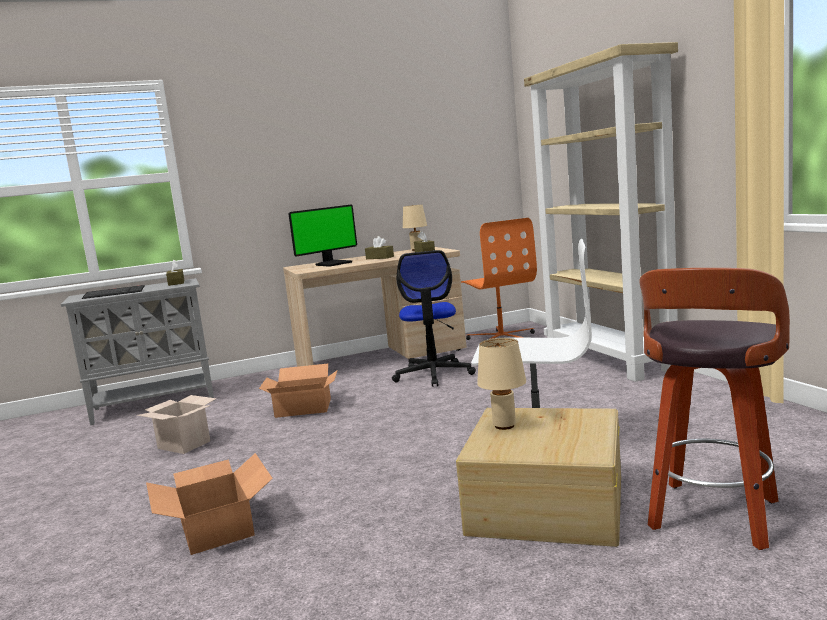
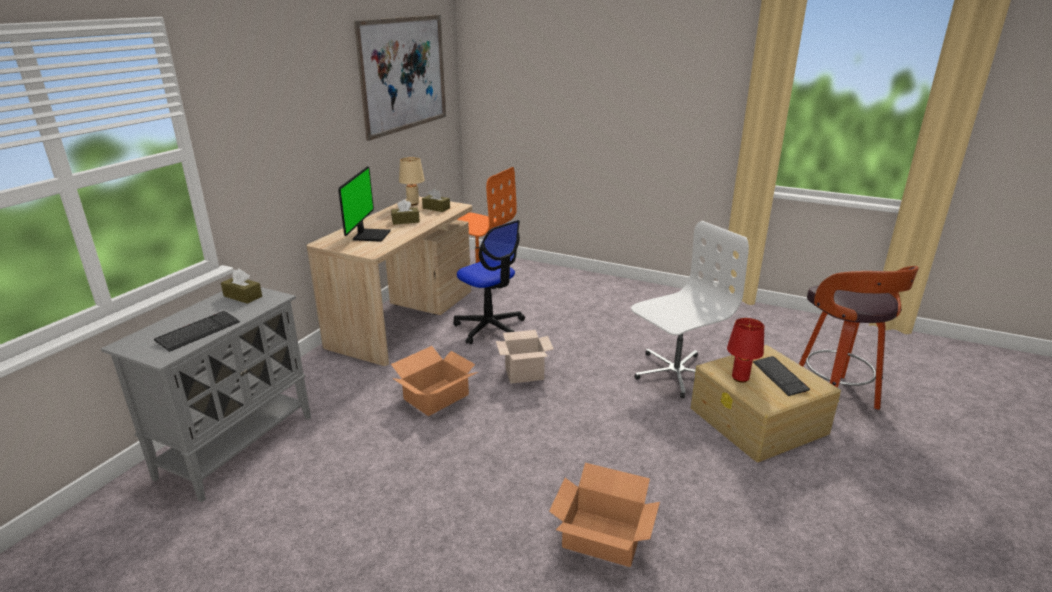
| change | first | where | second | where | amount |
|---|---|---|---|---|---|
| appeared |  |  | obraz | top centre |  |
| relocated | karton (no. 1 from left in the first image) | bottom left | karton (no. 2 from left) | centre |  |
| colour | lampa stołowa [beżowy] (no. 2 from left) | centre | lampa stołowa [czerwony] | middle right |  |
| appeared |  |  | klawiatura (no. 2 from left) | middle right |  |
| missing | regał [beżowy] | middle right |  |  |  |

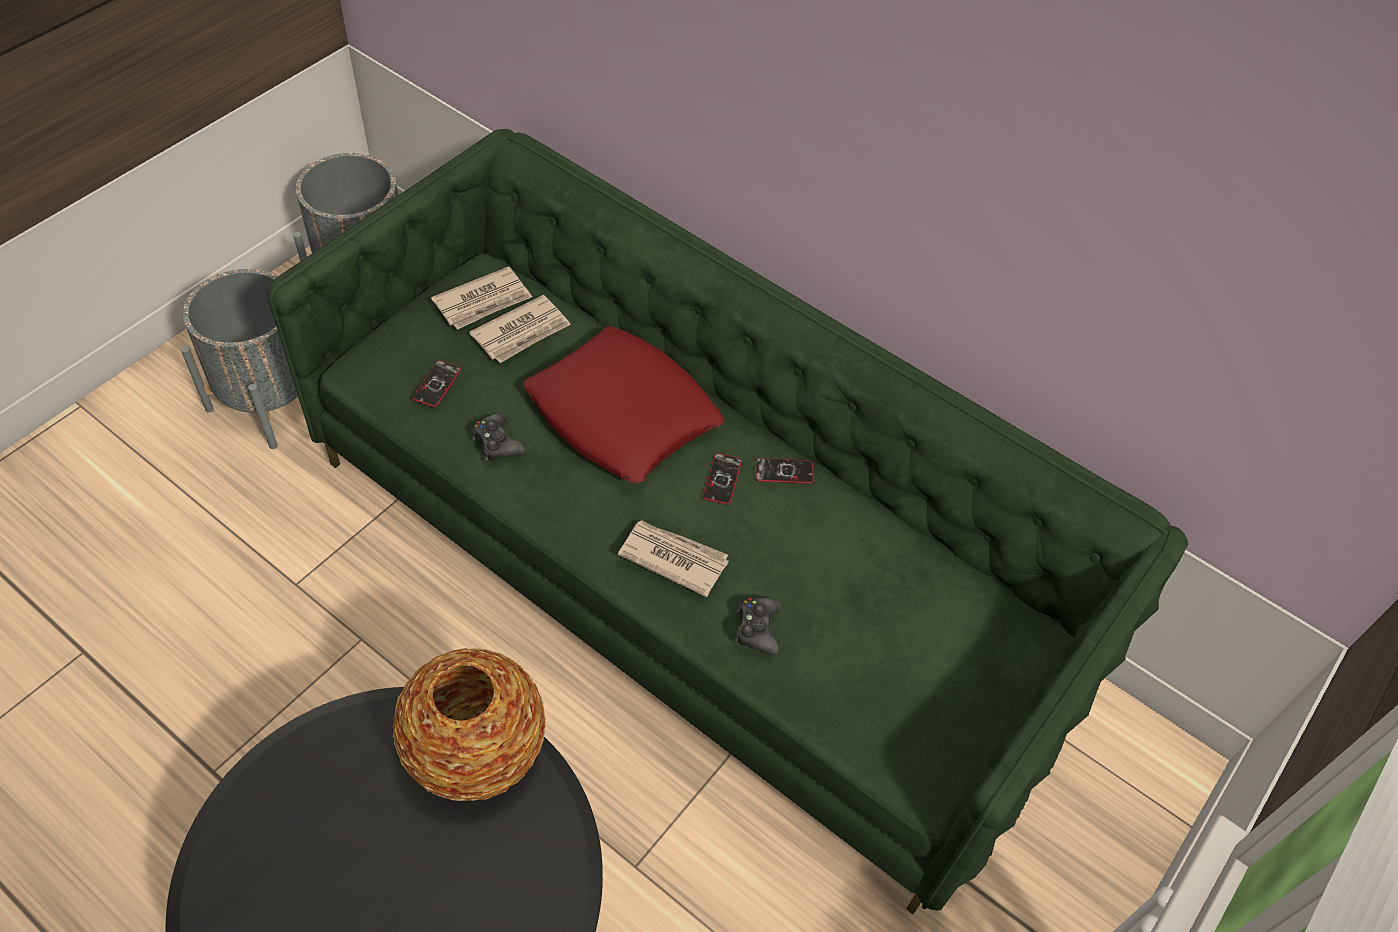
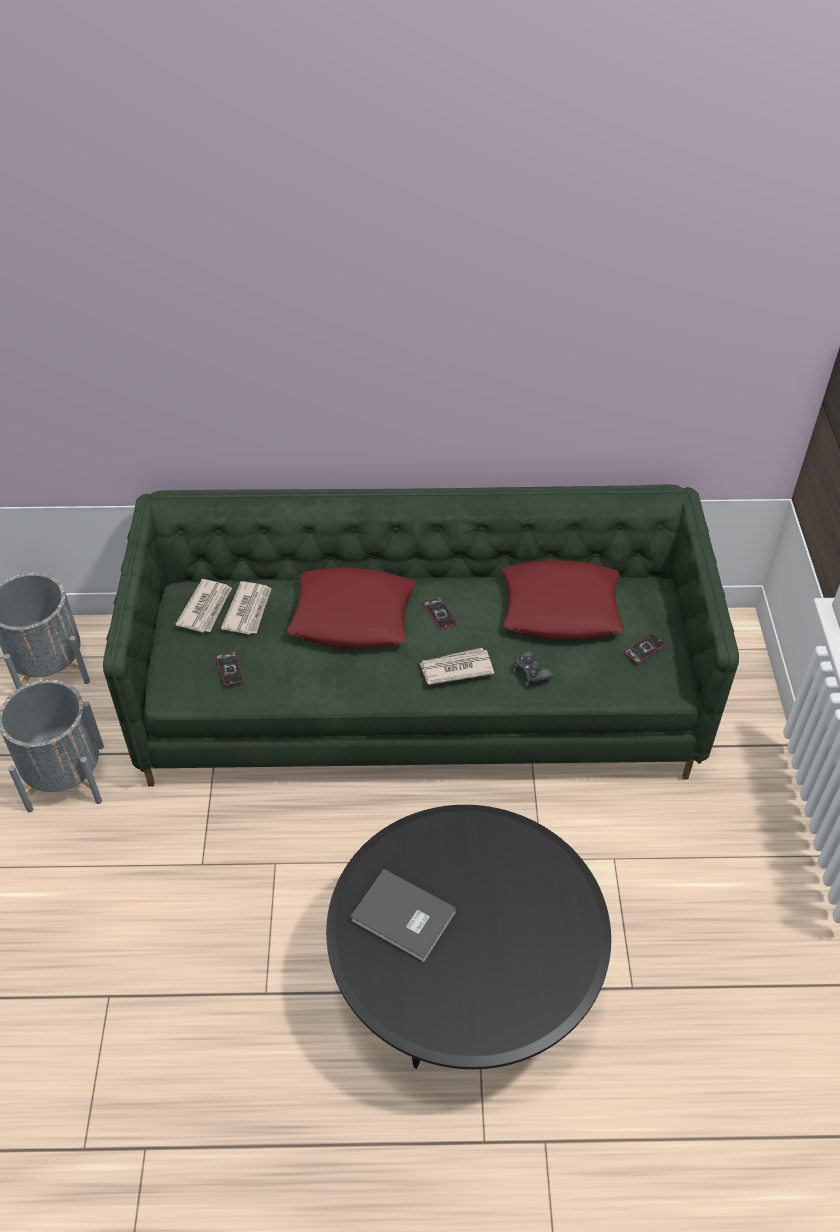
| change | first | where | second | where | amount |
|---|---|---|---|---|---|
| appeared |  |  | książka [szary] | bottom centre |  |
| appeared |  |  | poduszka [czerwony] (no. 2 from left) | middle right |  |
| relocated | telefon (no. 3 from left) | centre |  | middle right |  |
| missing | wazon | bottom centre |  |  |  |
| missing | pad do gier [czarny] (no. 1 from left) | centre |  |  |  |

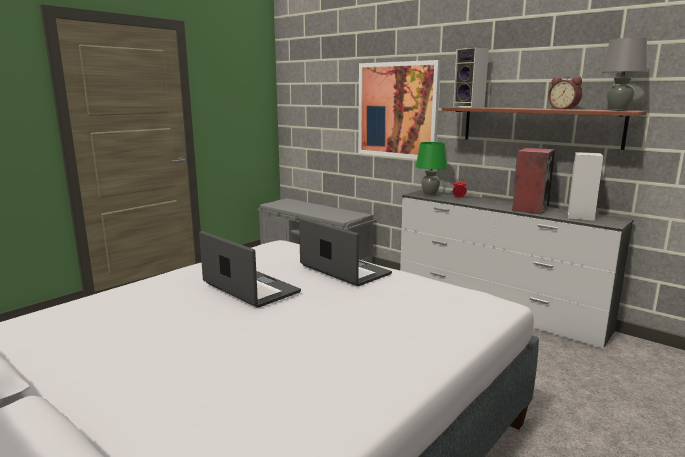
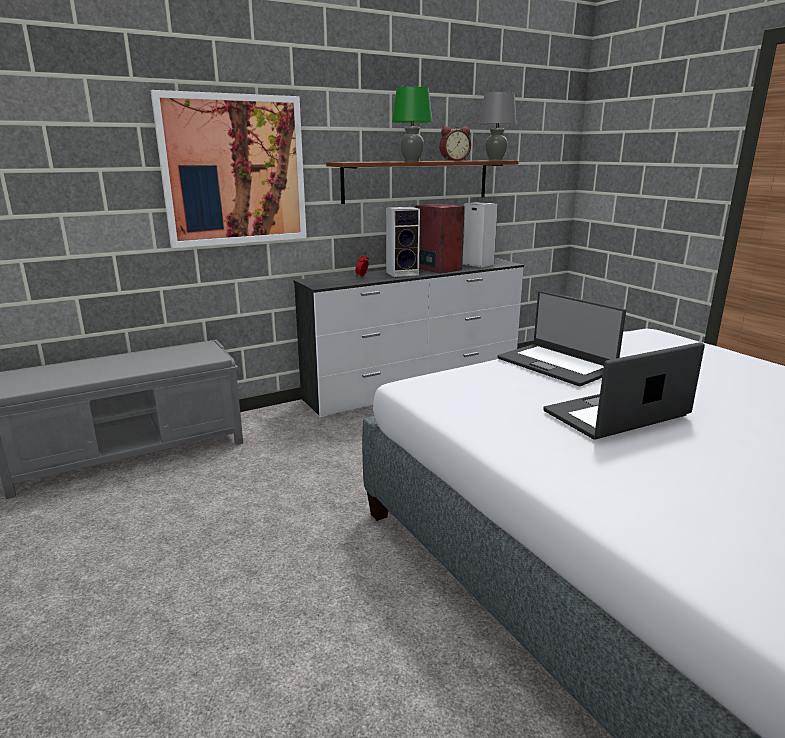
| change | first | where | second | where | amount |
|---|---|---|---|---|---|
| relocated | głośnik (no. 1 from left) | top right |  | top centre |  |
| relocated | lampa stołowa [zielony] | centre |  | top centre |  |
| spun | laptop (no. 2 from left in the first image) | centre | laptop (no. 1 from left) | middle right | 105 degrees counterclockwise |

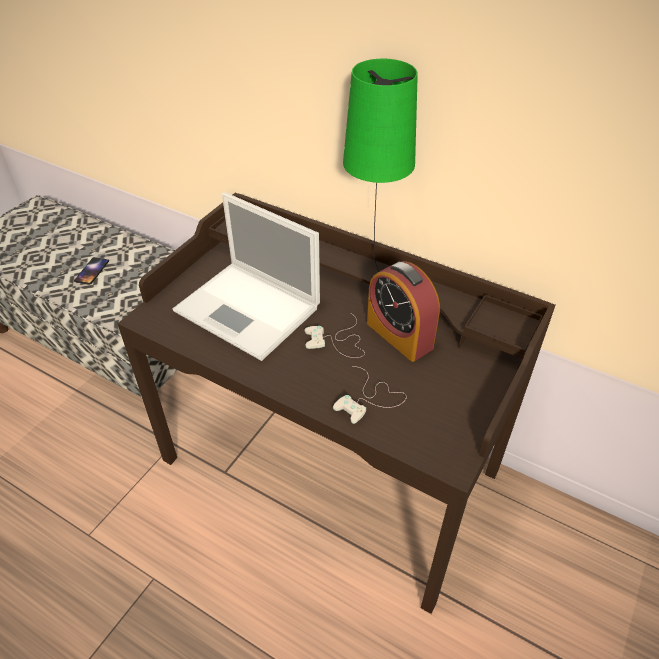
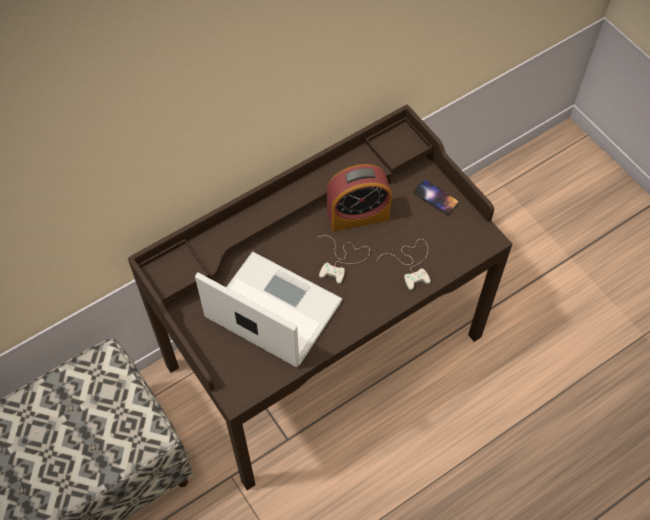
| change | first | where | second | where | amount |
|---|---|---|---|---|---|
| spun | laptop | centre |  | centre | 120 degrees counterclockwise |
| relocated | telefon | middle left |  | middle right |  |
| missing | lampa stołowa [zielony] | top centre |  |  |  |

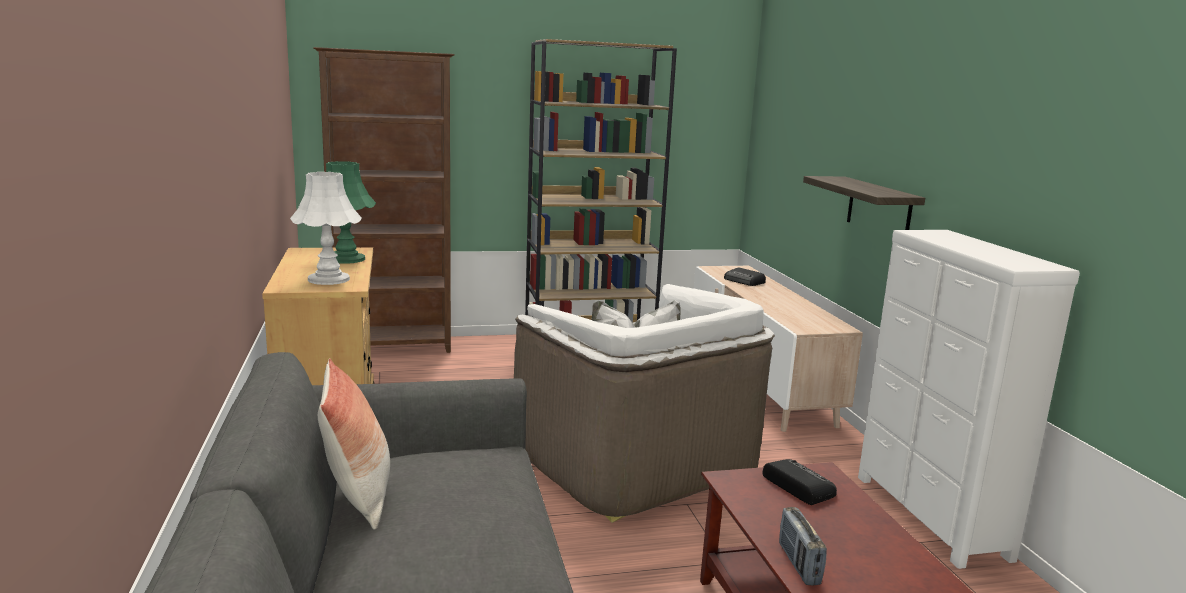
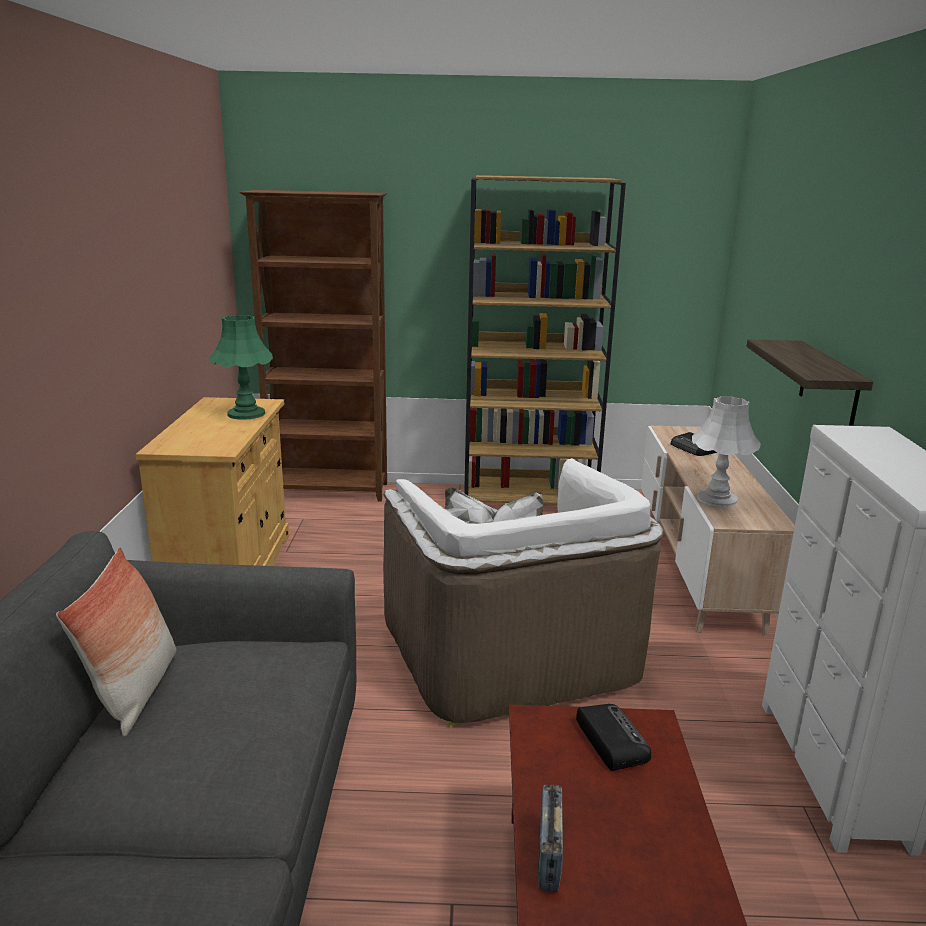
| change | first | where | second | where | amount |
|---|---|---|---|---|---|
| relocated | lampa stołowa [biały] | middle left |  | middle right |  |

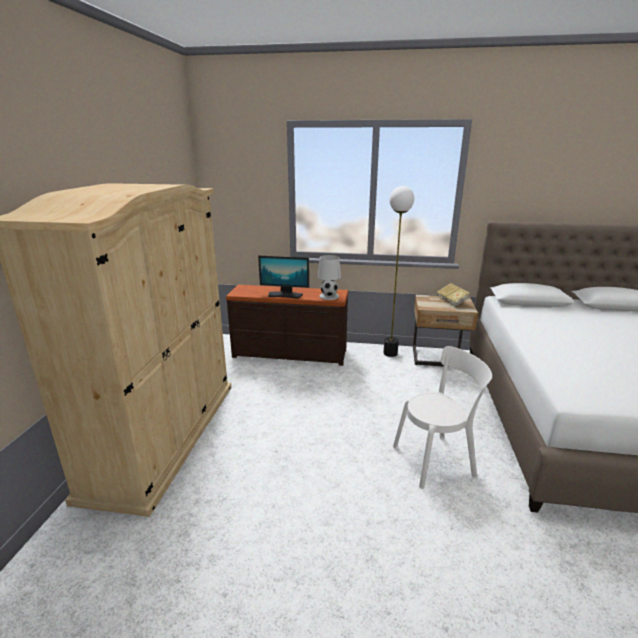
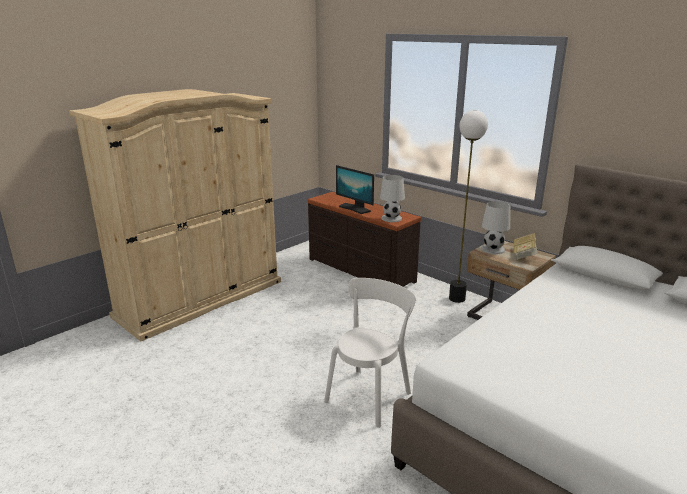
| change | first | where | second | where | amount |
|---|---|---|---|---|---|
| spun | krzesło [biały] | middle right |  | bottom centre | 75 degrees counterclockwise |
| appeared |  |  | lampa stołowa [biały] (no. 2 from left) | middle right |  |

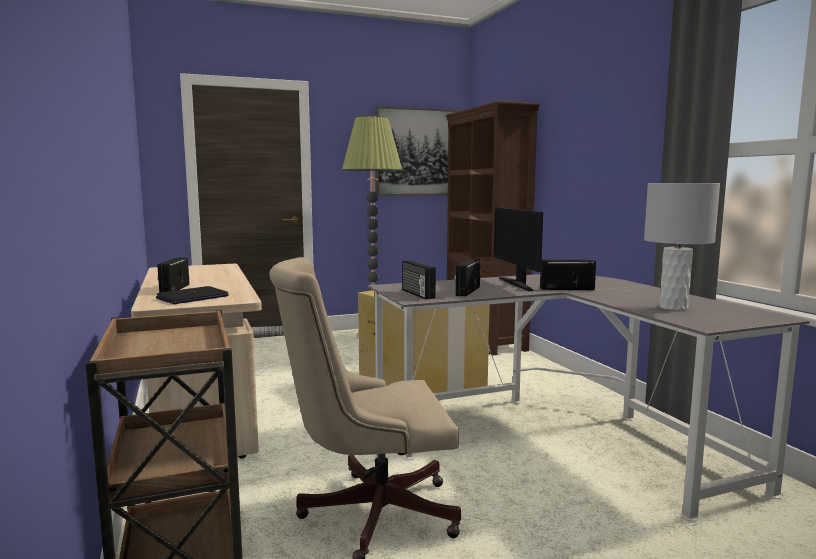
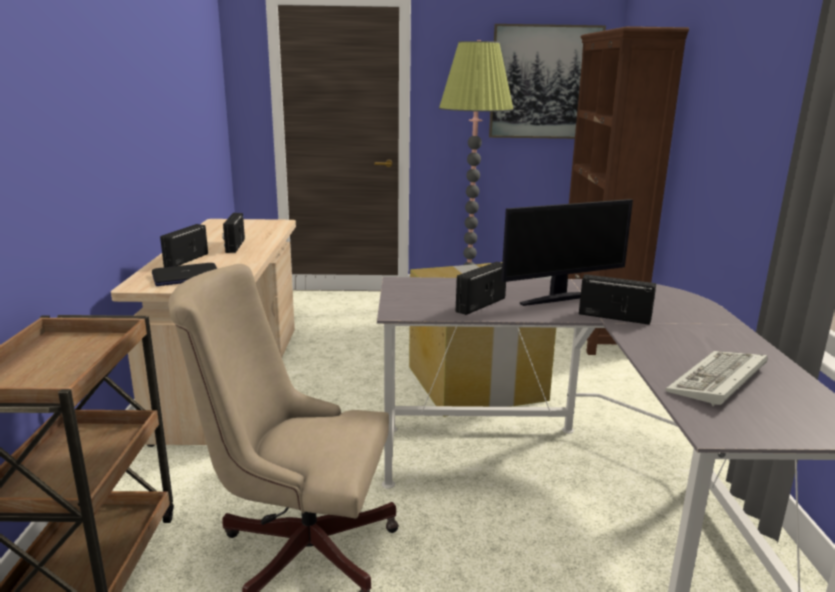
| change | first | where | second | where | amount |
|---|---|---|---|---|---|
| relocated | radio (no. 2 from left) | centre |  | middle left |  |
| spun | monitor | centre |  | middle right | 120 degrees counterclockwise |
| exchanged | lampa stołowa [szary] | middle right | klawiatura | middle right |  |

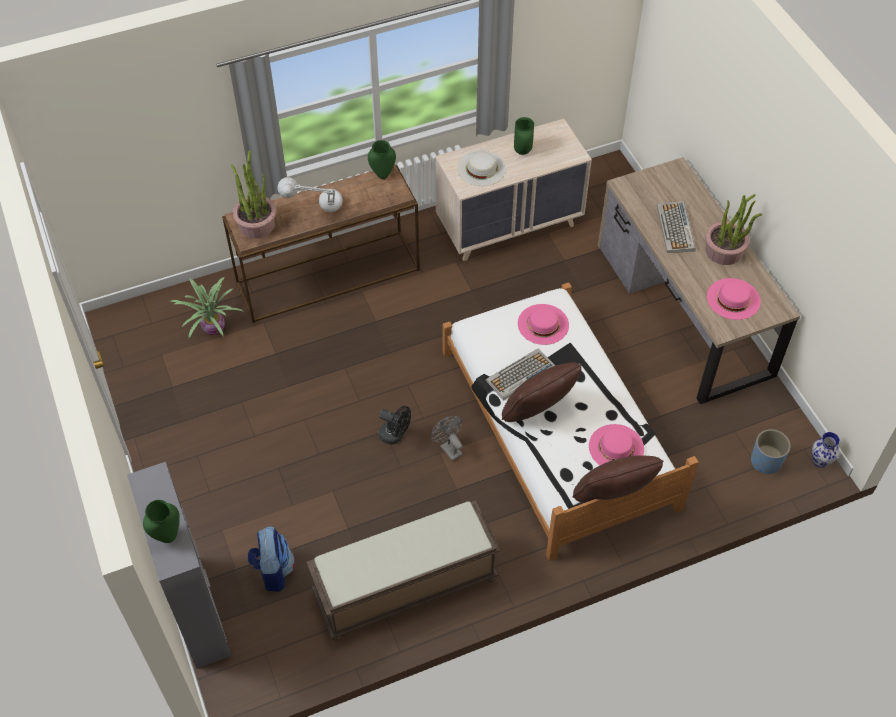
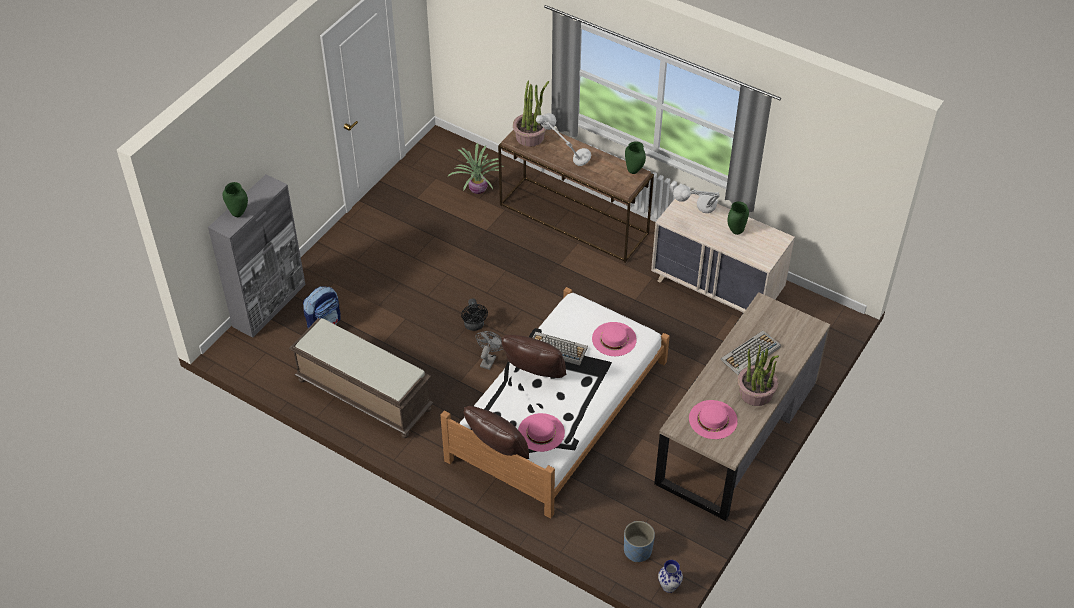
| change | first | where | second | where | amount |
|---|---|---|---|---|---|
| exchanged | kapelusz [biały] | top centre | lampa stołowa [szary] (no. 2 from left) | top centre |  |

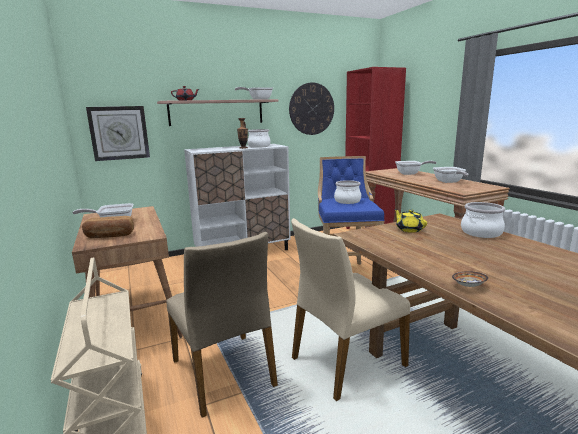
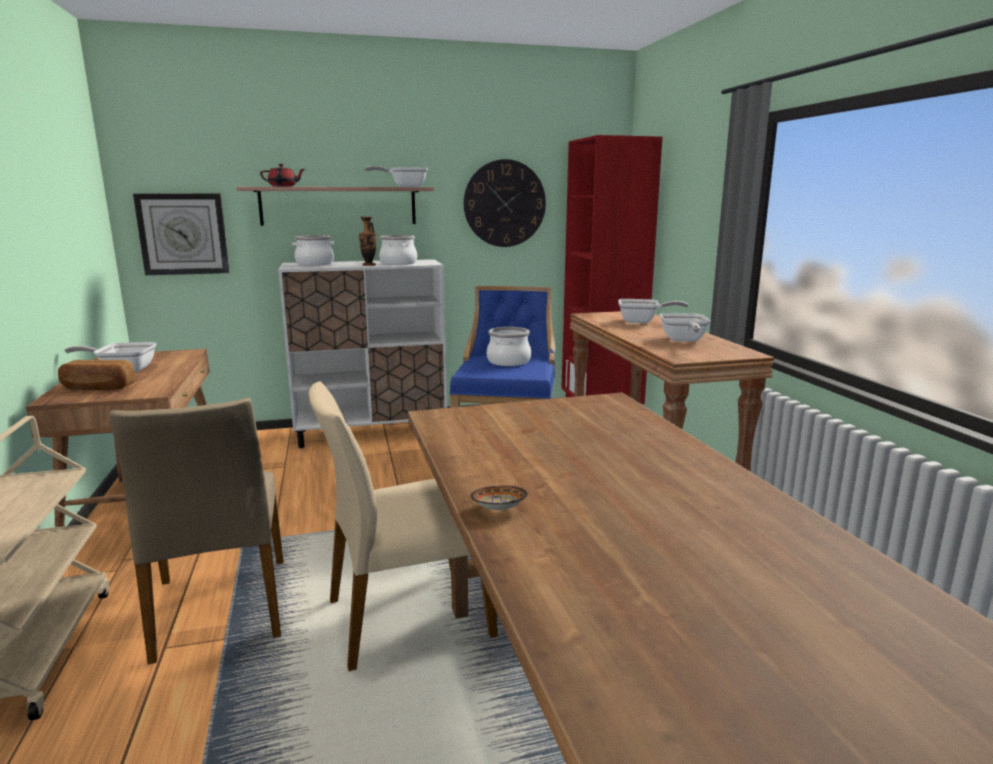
| change | first | where | second | where | amount |
|---|---|---|---|---|---|
| relocated | garnek (no. 3 from left in the first image) | middle right | garnek (no. 1 from left) | top left |  |
| missing | imbryk [żółty] | middle right |  |  |  |

